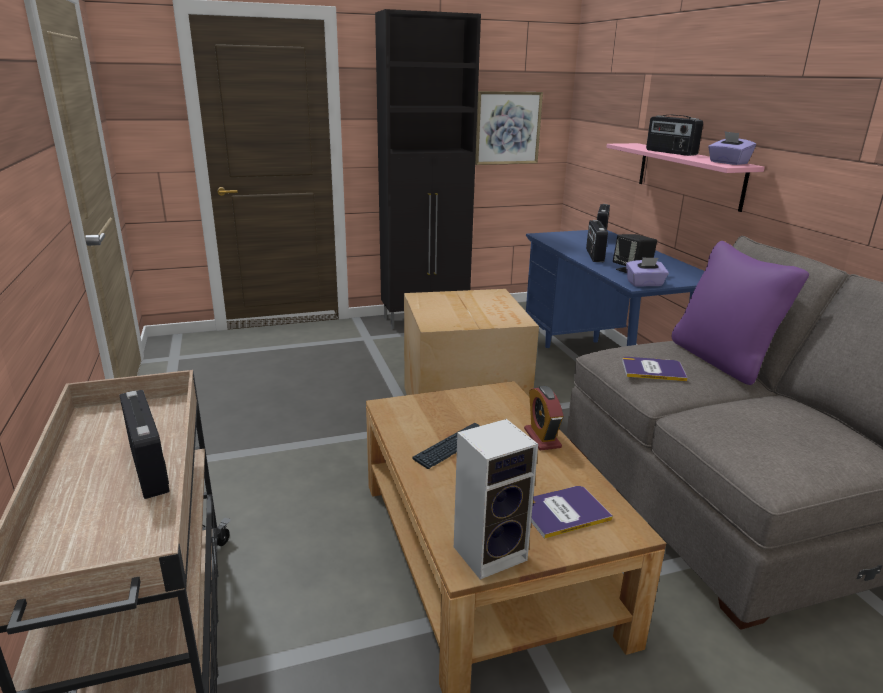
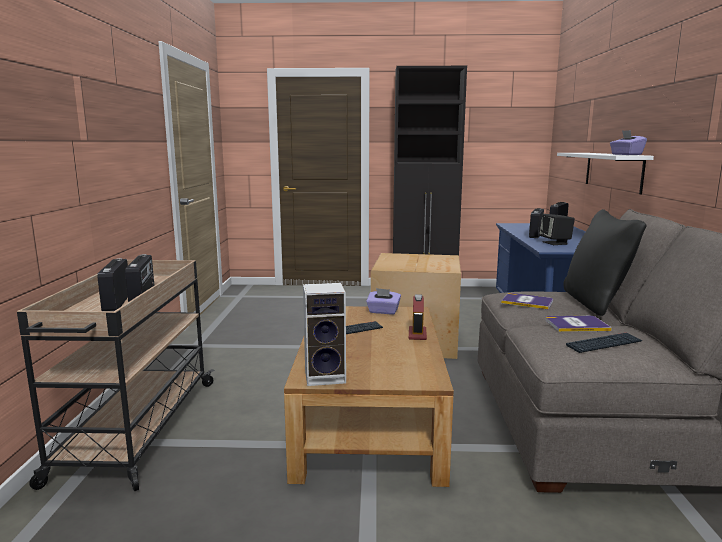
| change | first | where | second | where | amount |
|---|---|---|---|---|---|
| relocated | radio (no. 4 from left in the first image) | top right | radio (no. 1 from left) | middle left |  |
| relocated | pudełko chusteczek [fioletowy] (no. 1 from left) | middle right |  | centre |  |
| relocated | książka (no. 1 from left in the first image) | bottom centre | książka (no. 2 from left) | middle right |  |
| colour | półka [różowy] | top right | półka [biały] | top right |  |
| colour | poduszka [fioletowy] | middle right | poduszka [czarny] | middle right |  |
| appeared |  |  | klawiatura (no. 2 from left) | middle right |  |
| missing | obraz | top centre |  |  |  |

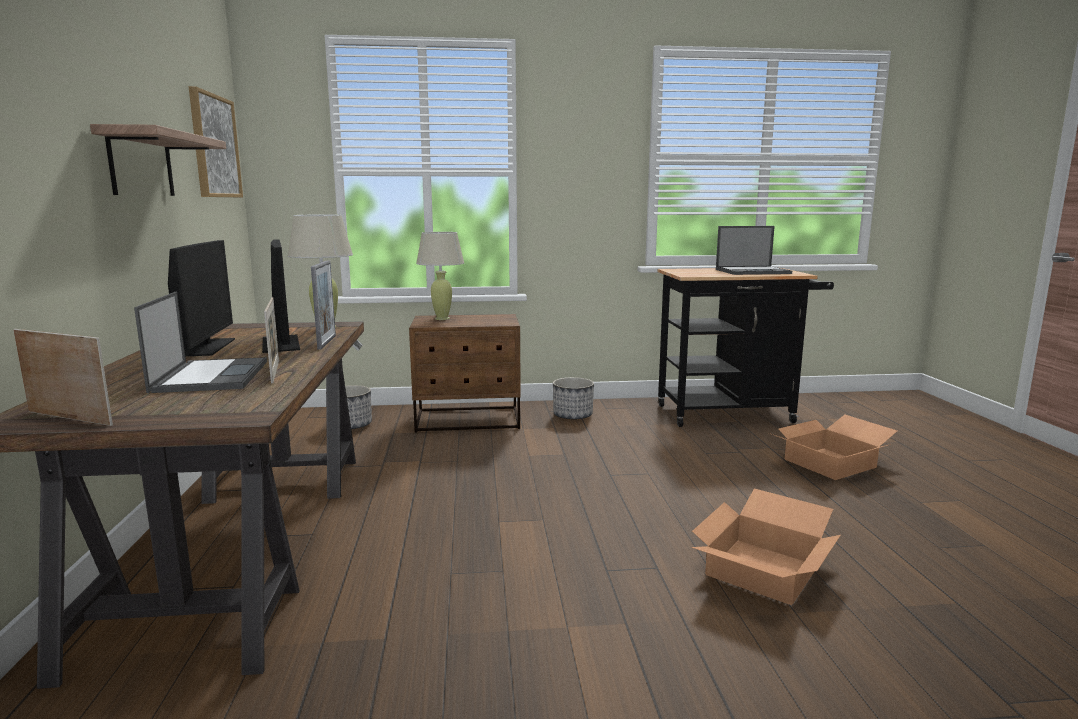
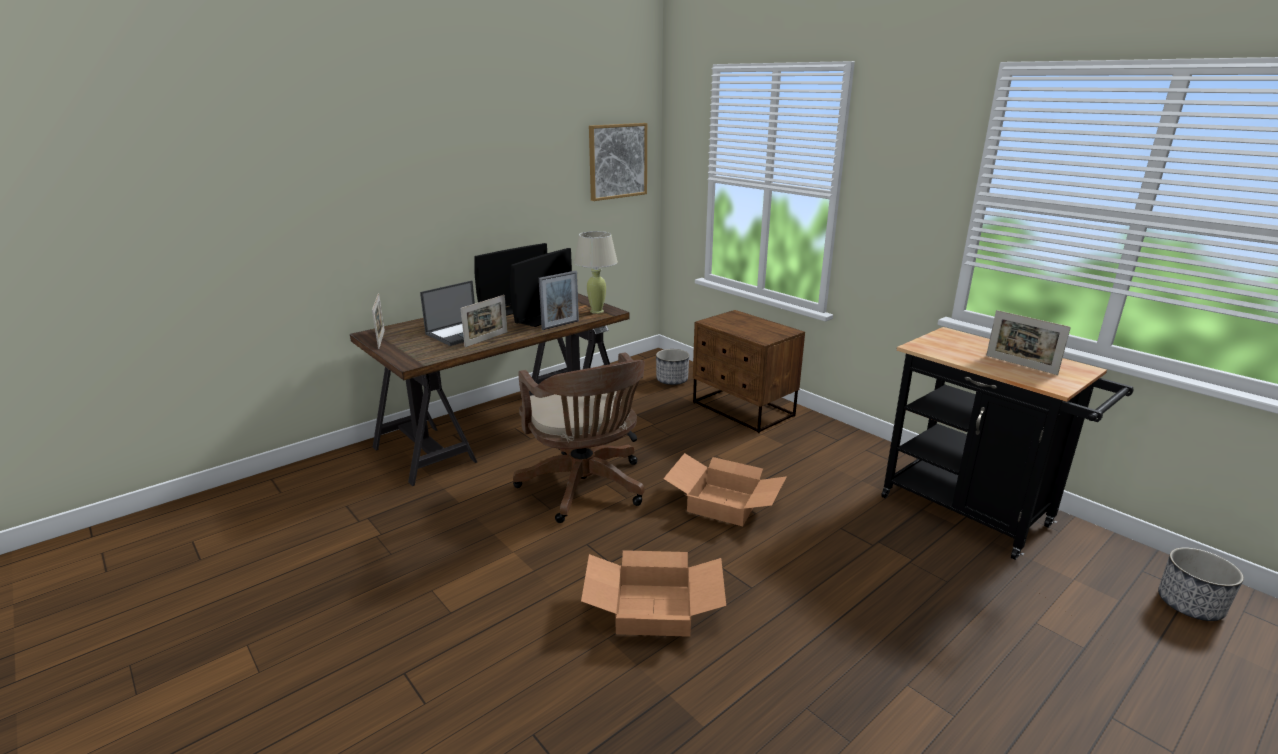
| change | first | where | second | where | amount |
|---|---|---|---|---|---|
| appeared |  |  | krzesło biurowe [brązowy] | centre |  |
| relocated | karton (no. 2 from left) | middle right |  | centre |  |
| exchanged | laptop (no. 2 from left) | middle right | ramka na zdjęcie (no. 4 from left) | middle right |  |
| relocated | donica (no. 2 from left) | centre |  | bottom right |  |
| missing | półka | top left |  |  |  |
| missing | lampa stołowa [beżowy] (no. 2 from left) | centre |  |  |  |

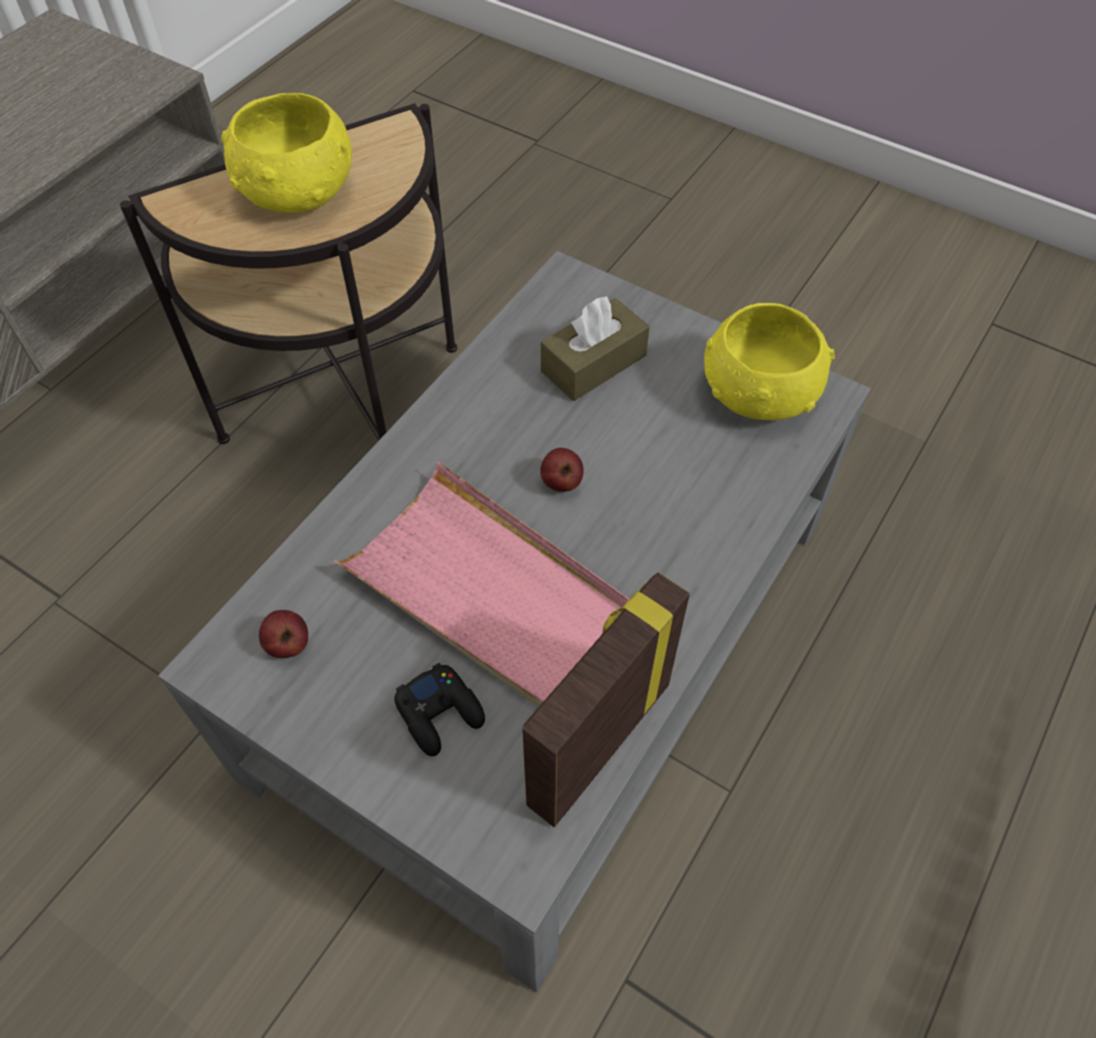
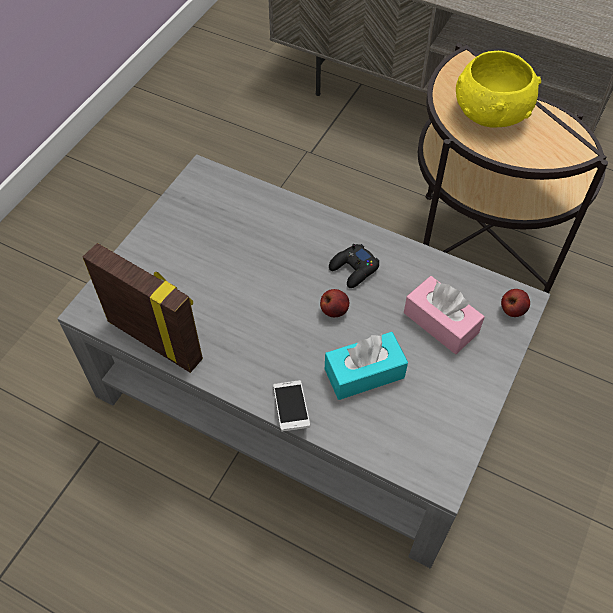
| change | first | where | second | where | amount |
|---|---|---|---|---|---|
| appeared |  |  | telefon | centre |  |
| appeared |  |  | pudełko chusteczek [turkusowy] | centre |  |
| relocated | pad do gier [czarny] | bottom centre |  | centre |  |
| colour | pudełko chusteczek [brązowy] | centre | pudełko chusteczek [różowy] | middle right |  |
| relocated | jabłko (no. 1 from left in the first image) | middle left | jabłko (no. 2 from left) | middle right |  |
| missing | taca [różowy] | centre |  |  |  |
| missing | miska [żółty] (no. 2 from left) | middle right |  |  |  |

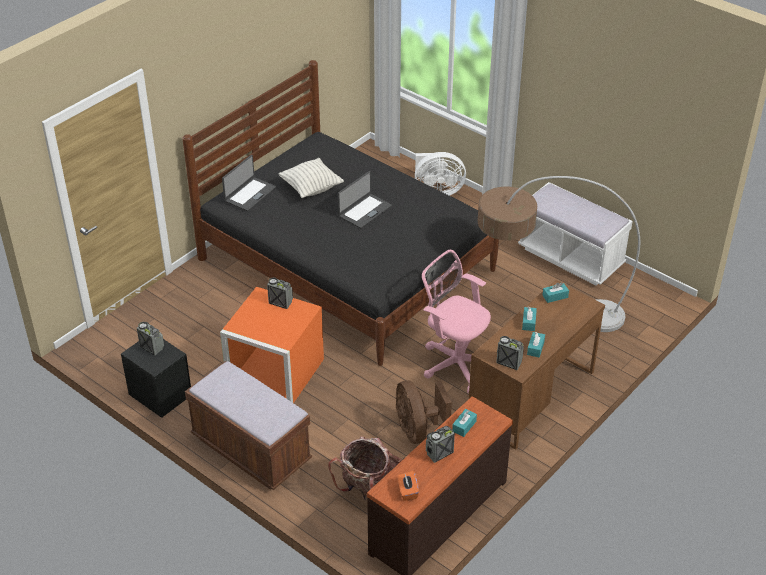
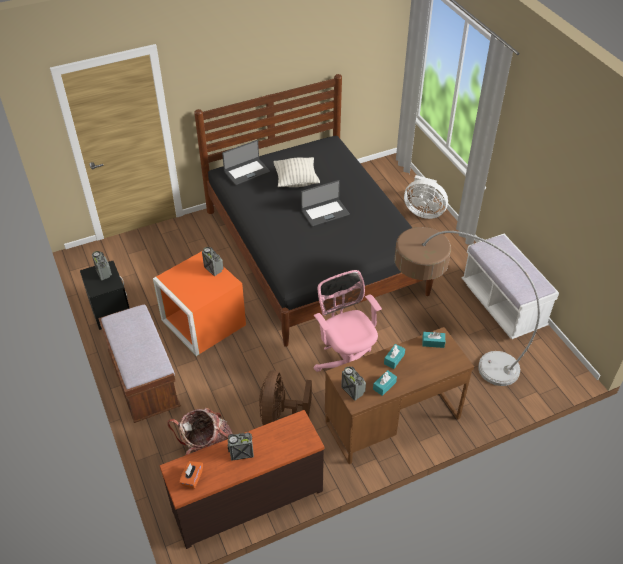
| change | first | where | second | where | amount |
|---|---|---|---|---|---|
| missing | pudełko chusteczek [turkusowy] (no. 1 from left) | bottom centre |  |  |  |

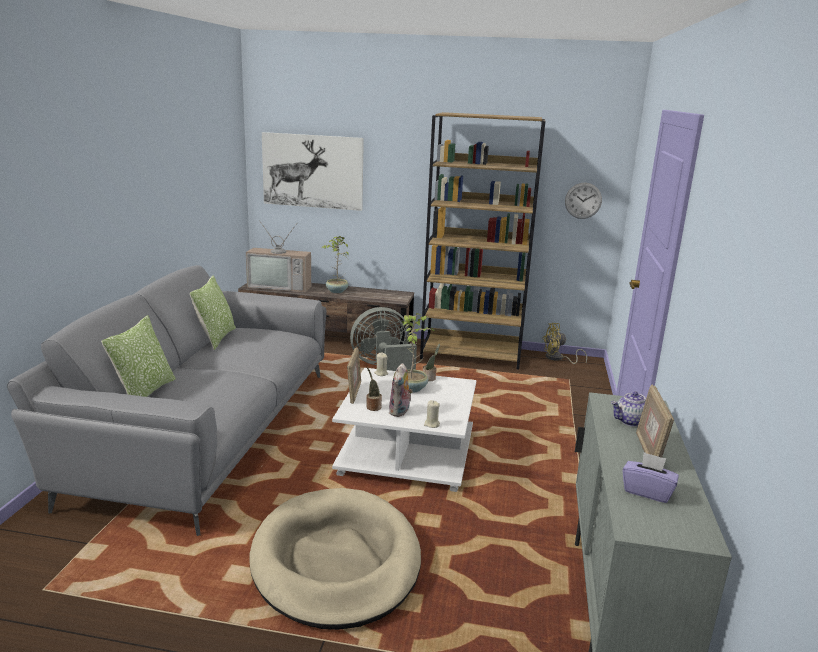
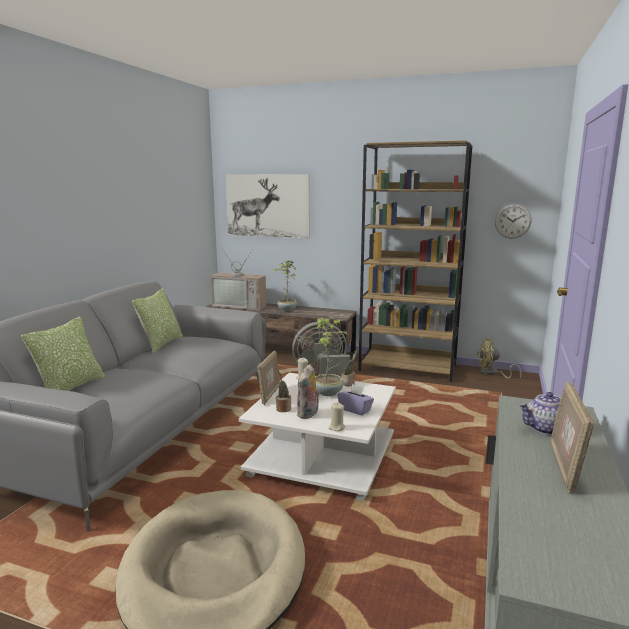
| change | first | where | second | where | amount |
|---|---|---|---|---|---|
| relocated | pudełko chusteczek [fioletowy] | bottom right |  | centre |  |

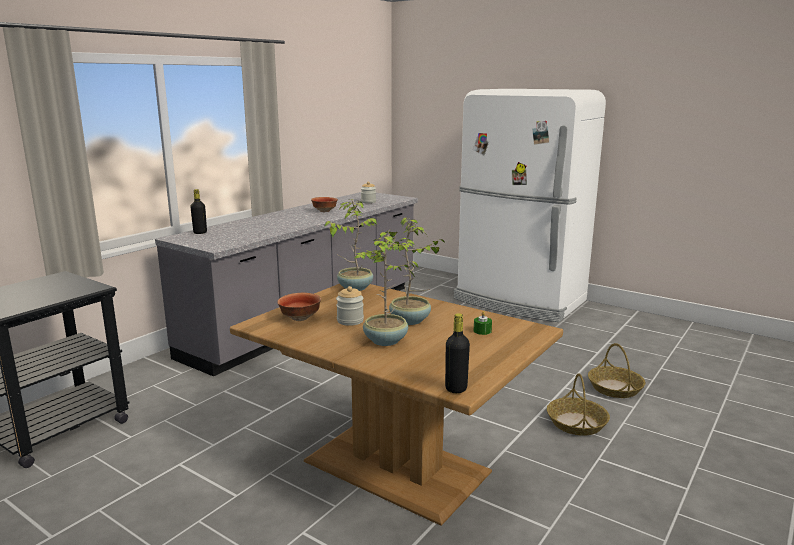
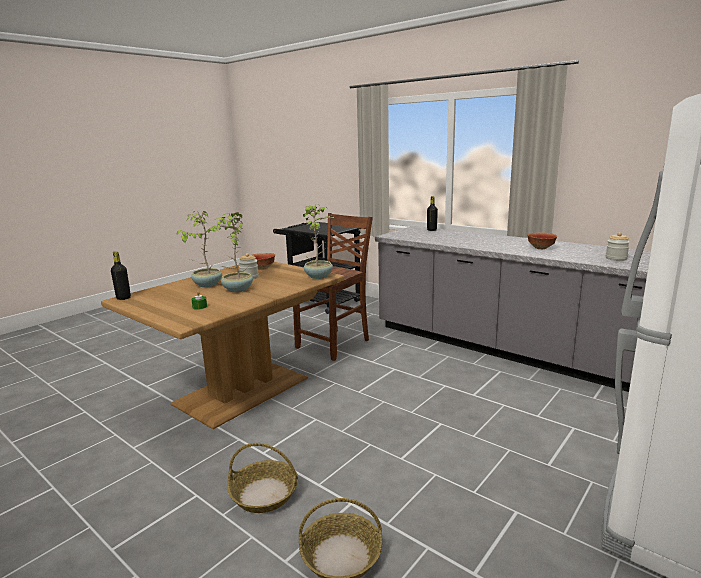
| change | first | where | second | where | amount |
|---|---|---|---|---|---|
| appeared |  |  | krzesło [brązowy] | centre |  |

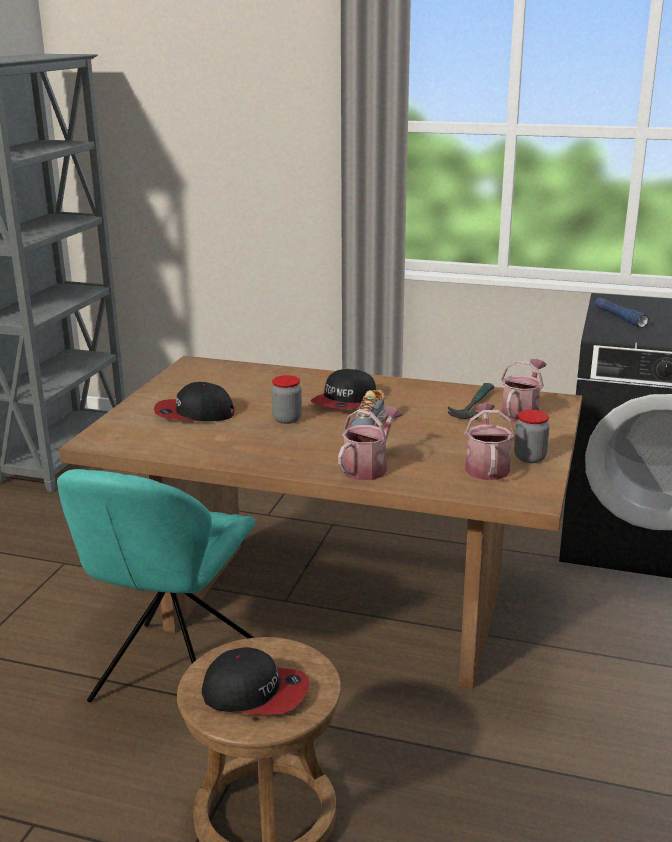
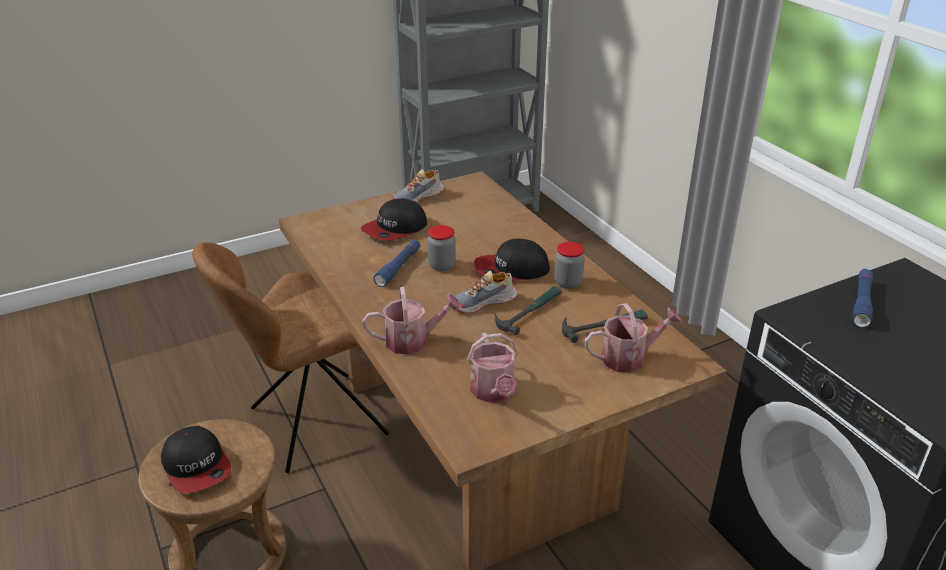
| change | first | where | second | where | amount |
|---|---|---|---|---|---|
| colour | krzesło [turkusowy] | bottom left | krzesło [brązowy] | middle left |  |
| spun | czapka z daszkiem (no. 1 from left in the first image) | middle left | czapka z daszkiem (no. 2 from left) | centre | 90 degrees counterclockwise |
| appeared |  |  | latarka [niebieski] (no. 1 from left) | centre |  |
| appeared |  |  | but (no. 1 from left) | top centre |  |
| spun | konewka (no. 2 from left) | middle right |  | centre | 120 degrees clockwise |
| appeared |  |  | młotek (no. 1 from left) | centre |  |
| relocated | słoik (no. 2 from left) | middle right |  | centre |  |

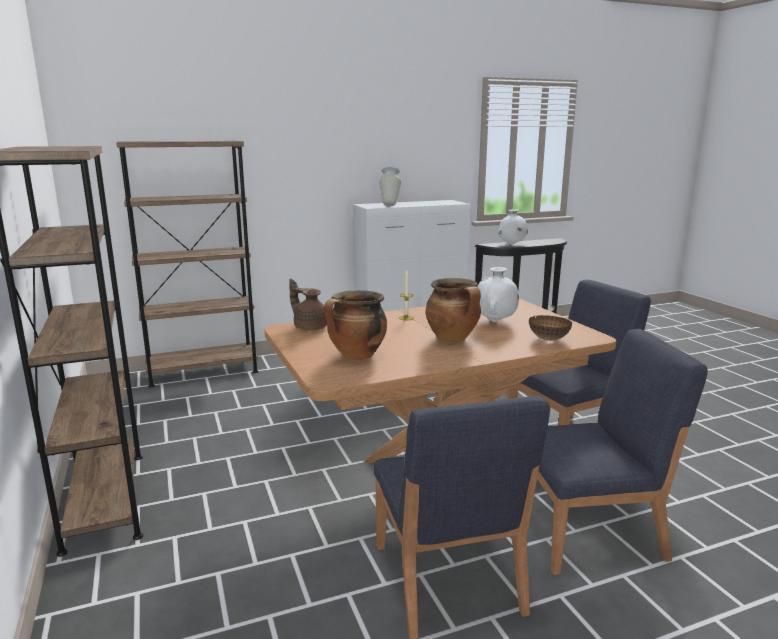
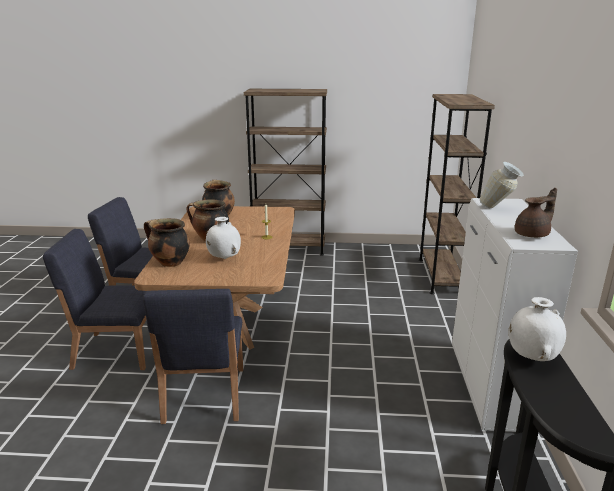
| change | first | where | second | where | amount |
|---|---|---|---|---|---|
| spun | krzesło [niebieski] (no. 3 from left in the first image) | bottom right | krzesło [niebieski] (no. 1 from left) | middle left | 75 degrees clockwise |
| exchanged | miska | middle right | garnek (no. 1 from left) | middle left |  |
| relocated | imbryk [brązowy] | centre |  | middle right |  |

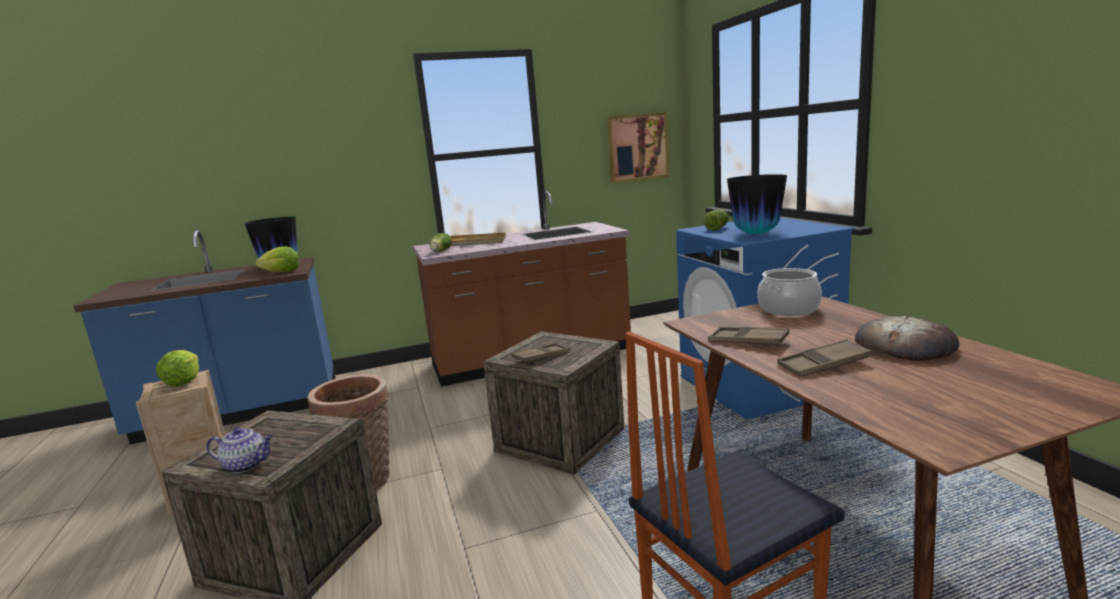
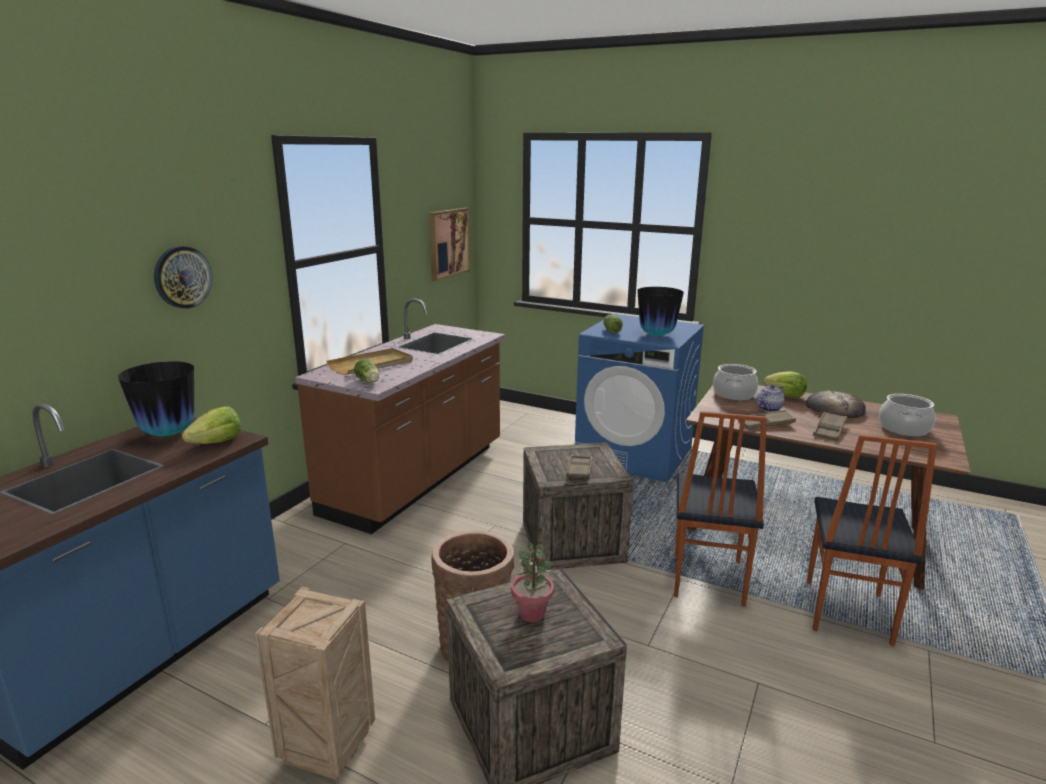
| change | first | where | second | where | amount |
|---|---|---|---|---|---|
| appeared |  |  | zegar ścienny | middle left |  |
| appeared |  |  | roślina doniczkowa | bottom centre |  |
| appeared |  |  | krzesło (no. 1 from left) | middle right |  |
| relocated | imbryk | bottom left |  | middle right |  |
| relocated | sałata (no. 1 from left in the first image) | middle left | sałata (no. 4 from left) | middle right |  |
| appeared |  |  | garnek (no. 2 from left) | middle right |  |

